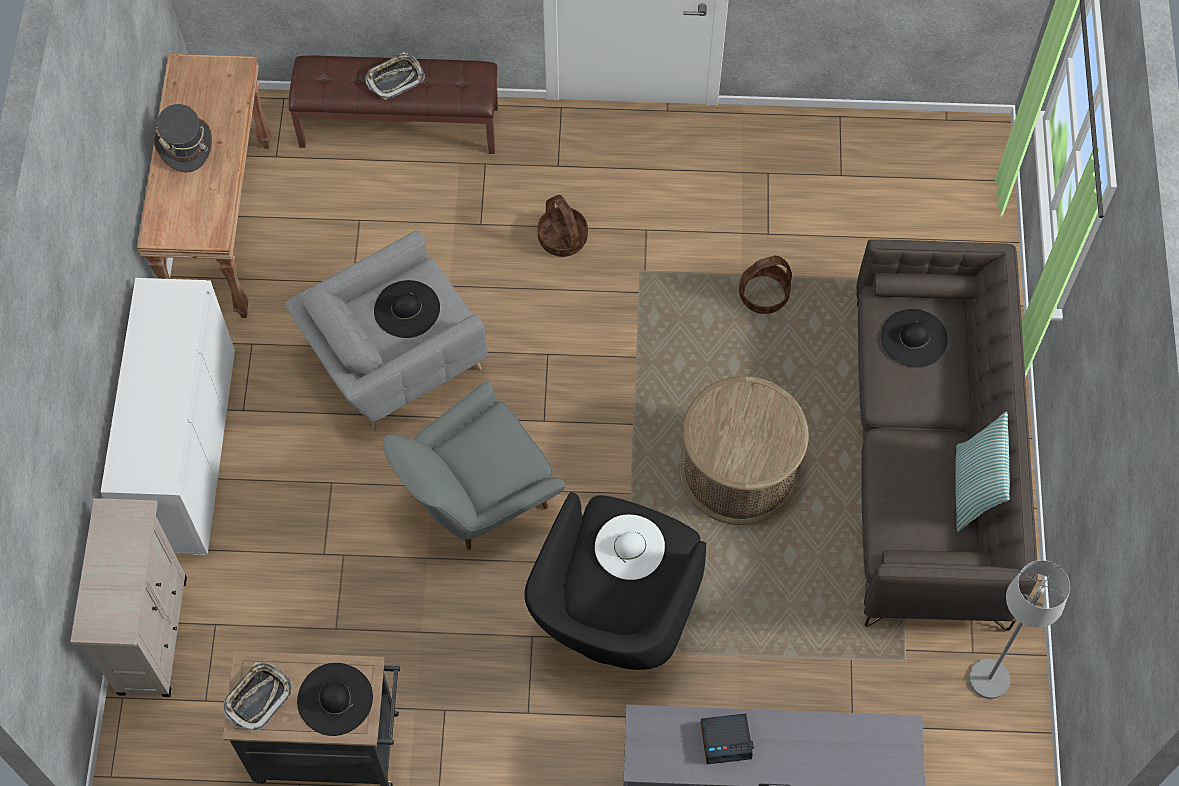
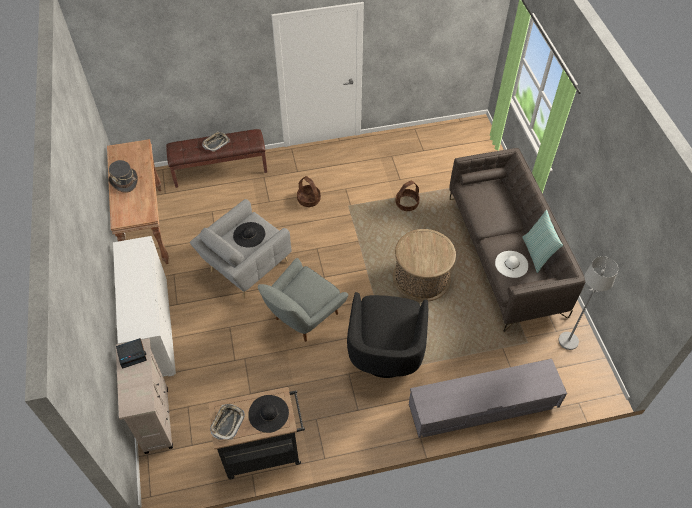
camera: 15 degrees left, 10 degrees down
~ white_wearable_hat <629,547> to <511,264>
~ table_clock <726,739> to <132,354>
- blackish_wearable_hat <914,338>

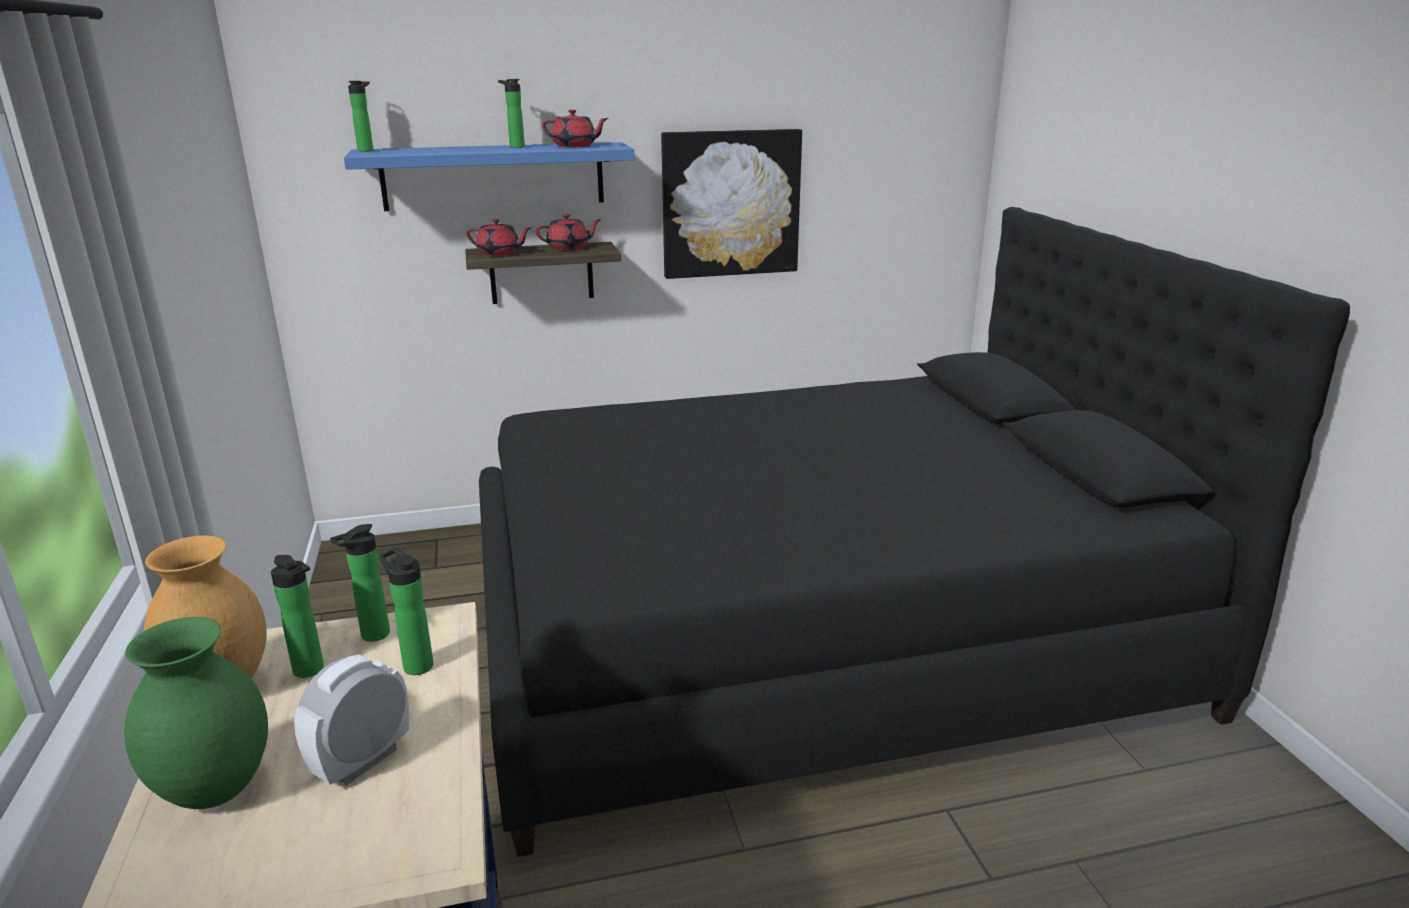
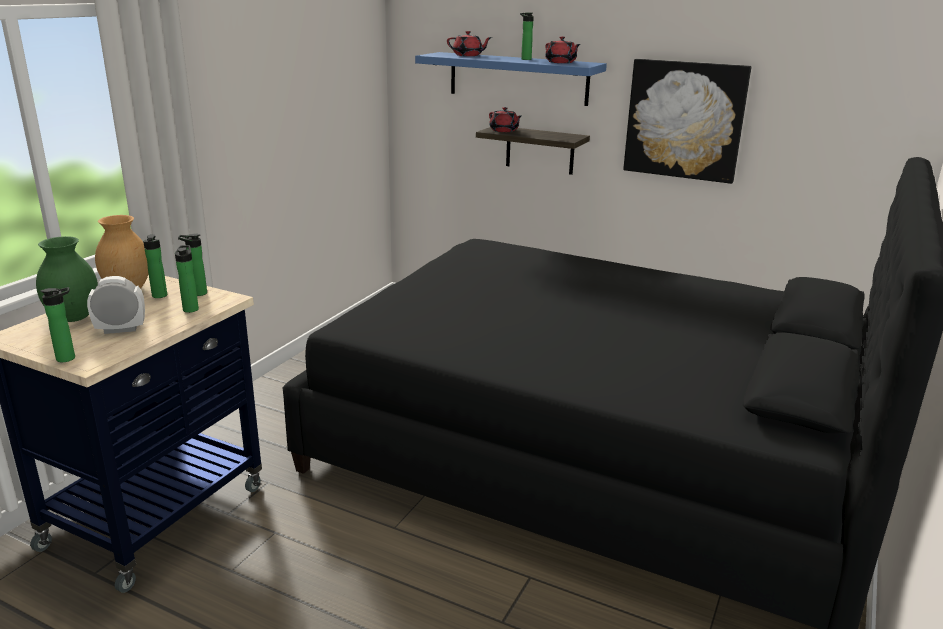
camera: 40 degrees right, 0 degrees up
~ drink_bottle <367,150> to <69,358>
~ reddish_pot_for_tea <569,247> to <468,55>

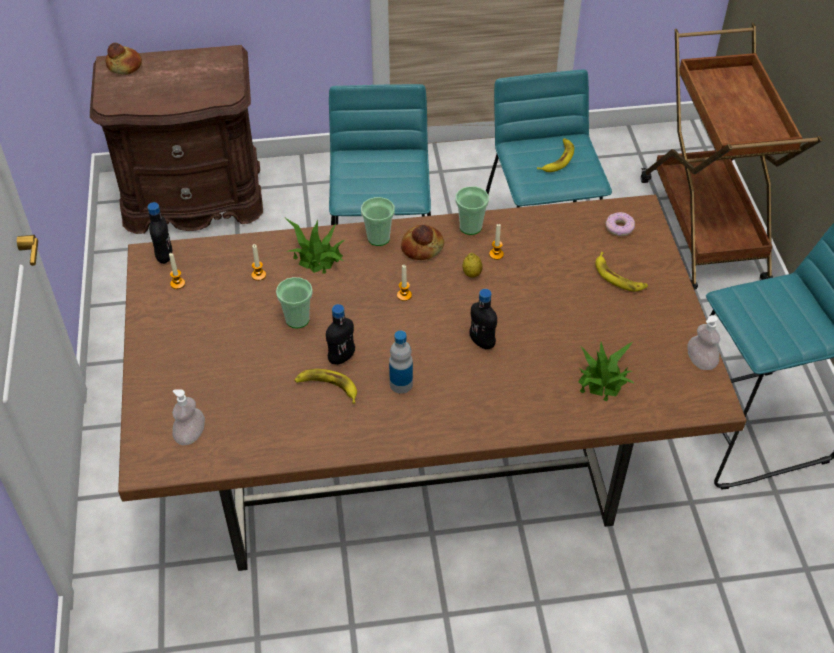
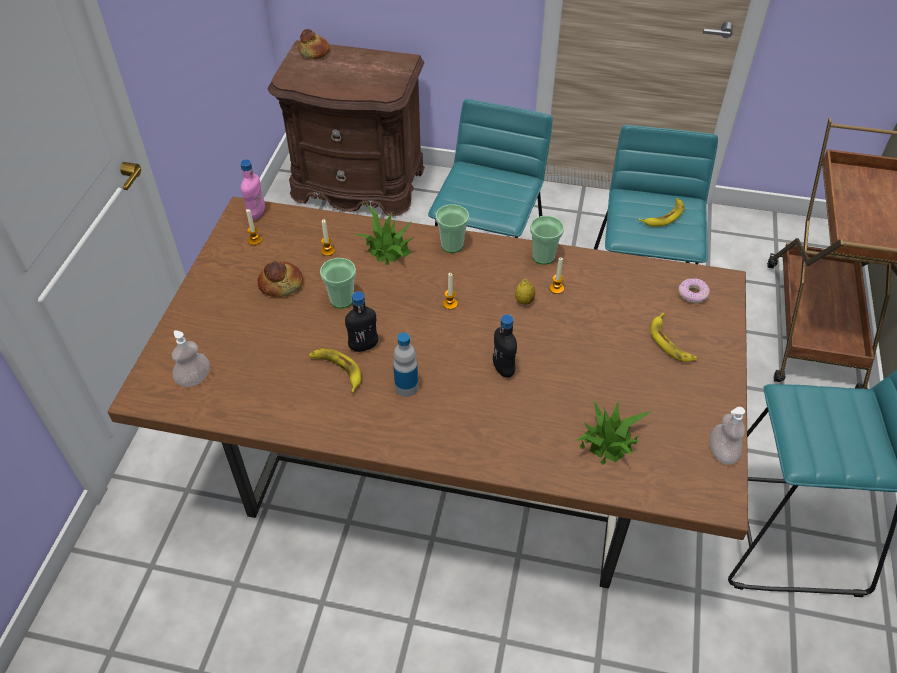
camera: 20 degrees right, 0 degrees up
~ blackish_drink_bottle <164,256> to pink-coloured_drink_bottle <256,214>
~ bread <421,247> to <281,284>

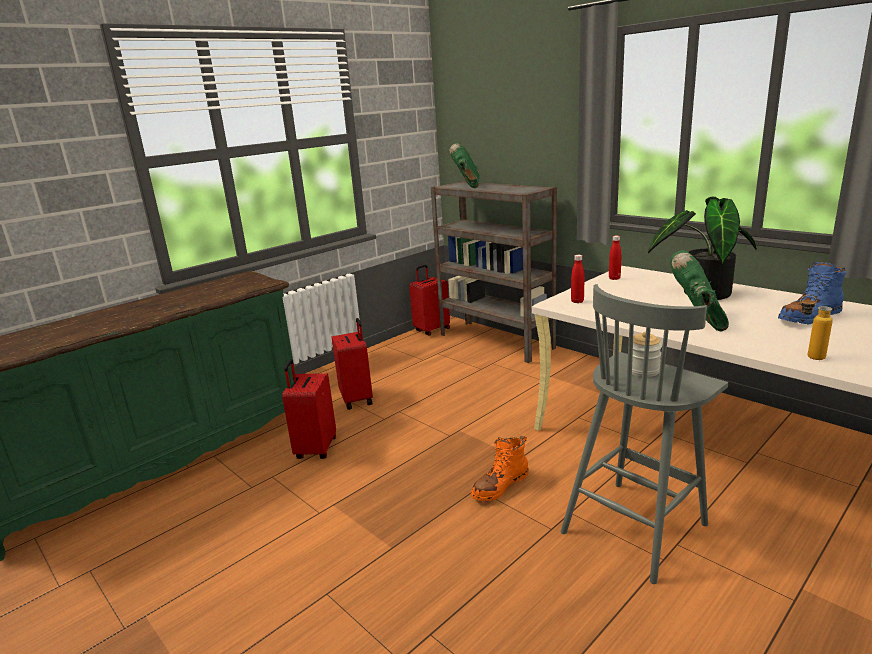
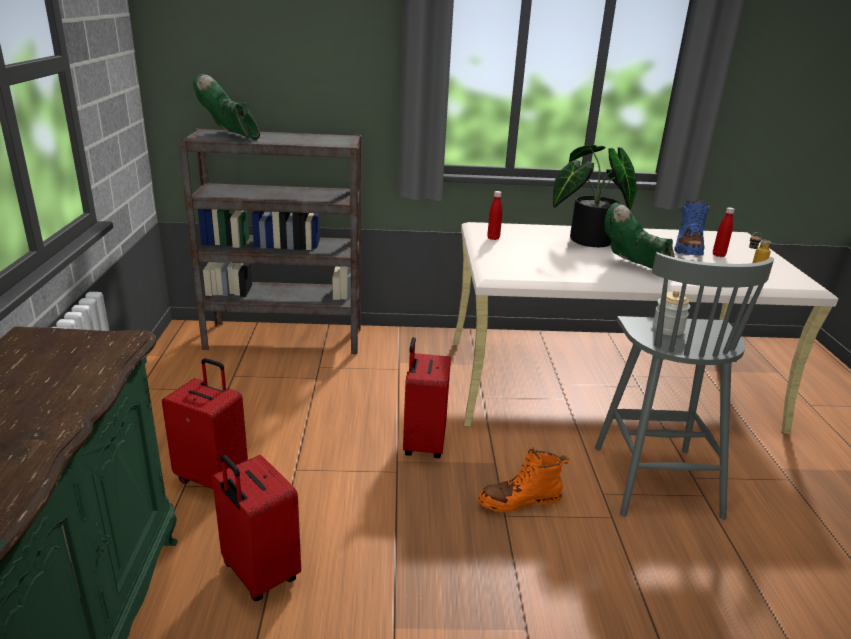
camera: 50 degrees left, 5 degrees up
~ reddish_piece_of_luggage <431,330> to <422,444>
~ orangey_boot <500,486> = <519,500> 75 degrees clockwise
~ reddish_drink_bottle <577,301> to <718,255>

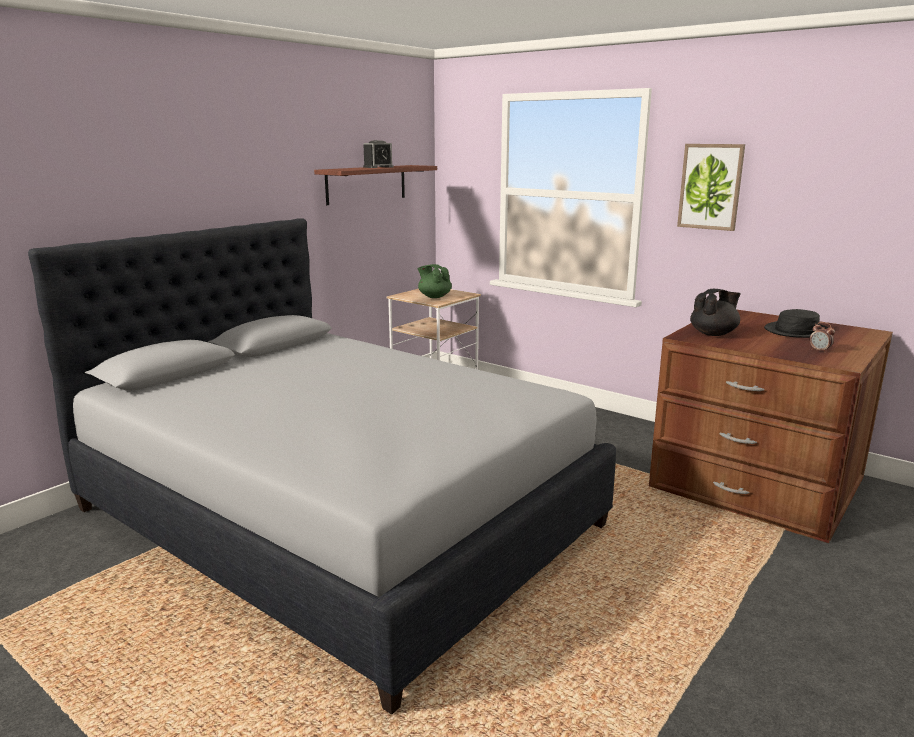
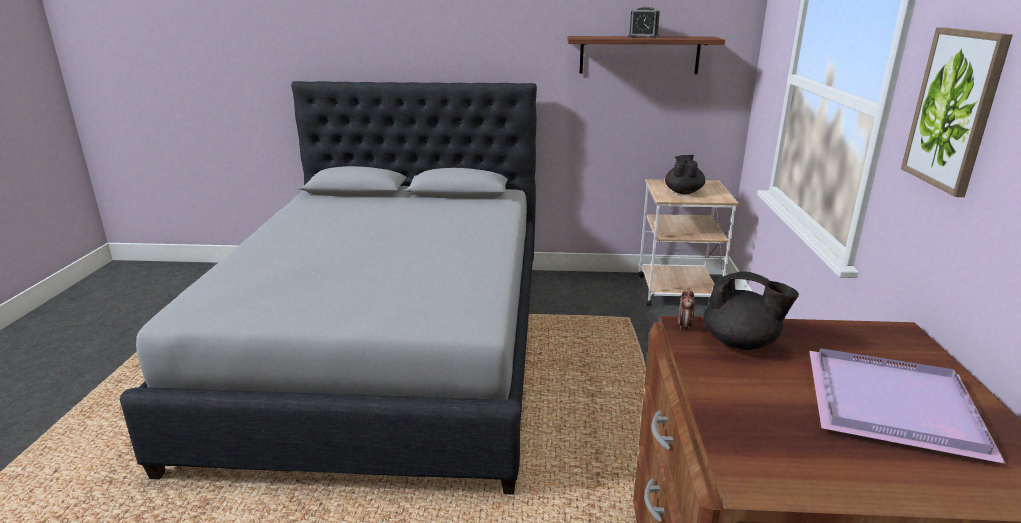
camera: 55 degrees right, 5 degrees up
~ green_pot_for_tea <434,296> to blackish_pot_for_tea <683,192>
~ blackish_wearable_hat <797,331> to purple_serving_tray <896,407>
~ table_clock <820,351> to <684,326>

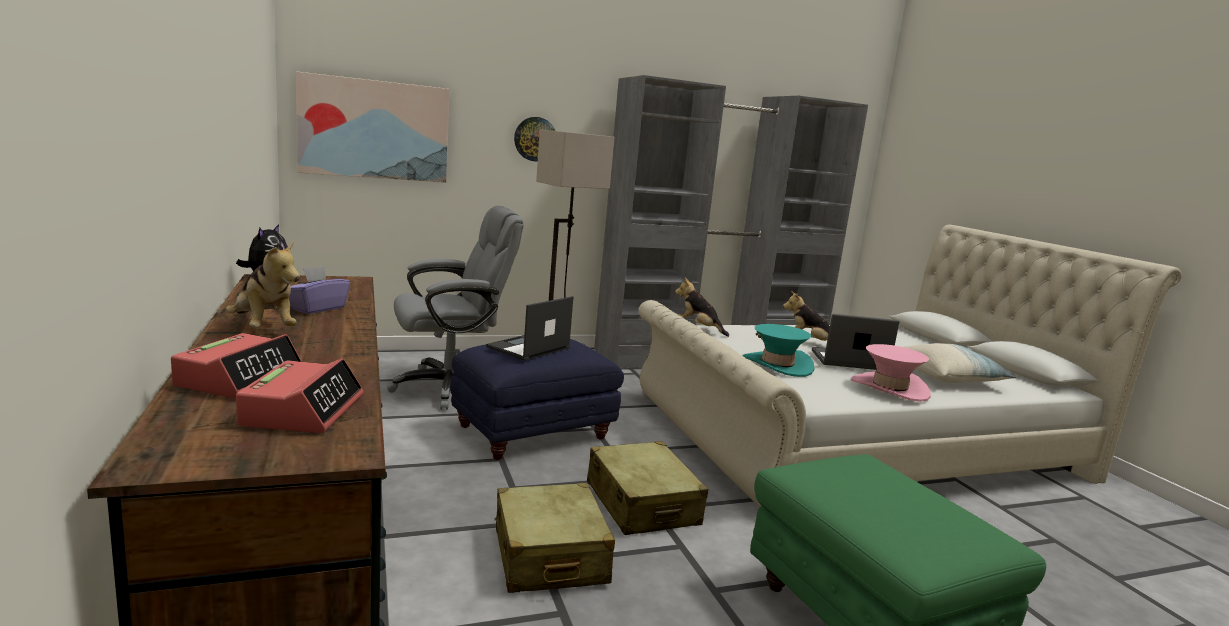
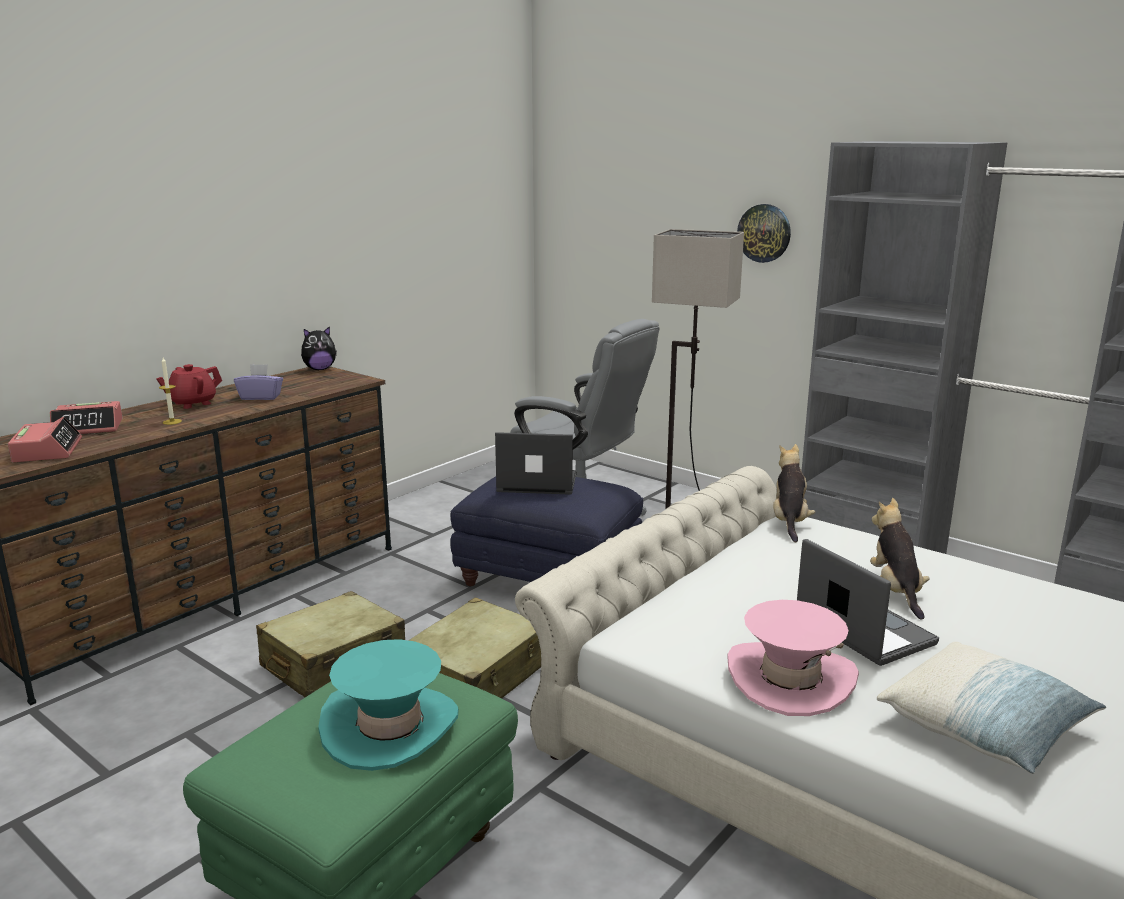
camera: 60 degrees right, 5 degrees up
~ cuddly_toy <263,328> to reddish_pot_for_tea <192,403>
~ table_clock <303,410> = <47,451> 75 degrees counterclockwise
- picture <374,129>
~ turquoise-coloured_wearable_hat <777,365> to <390,726>
+ wax_candle <172,422>

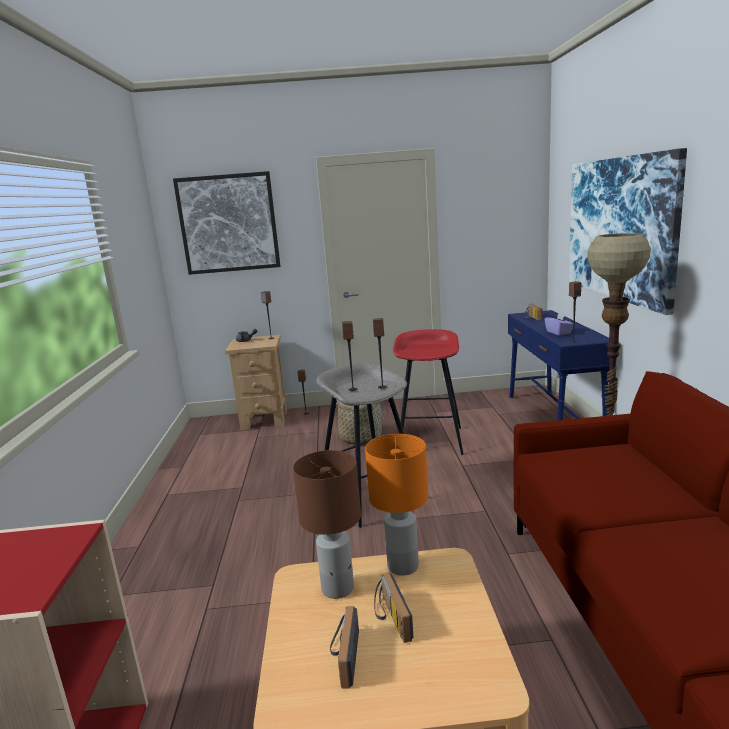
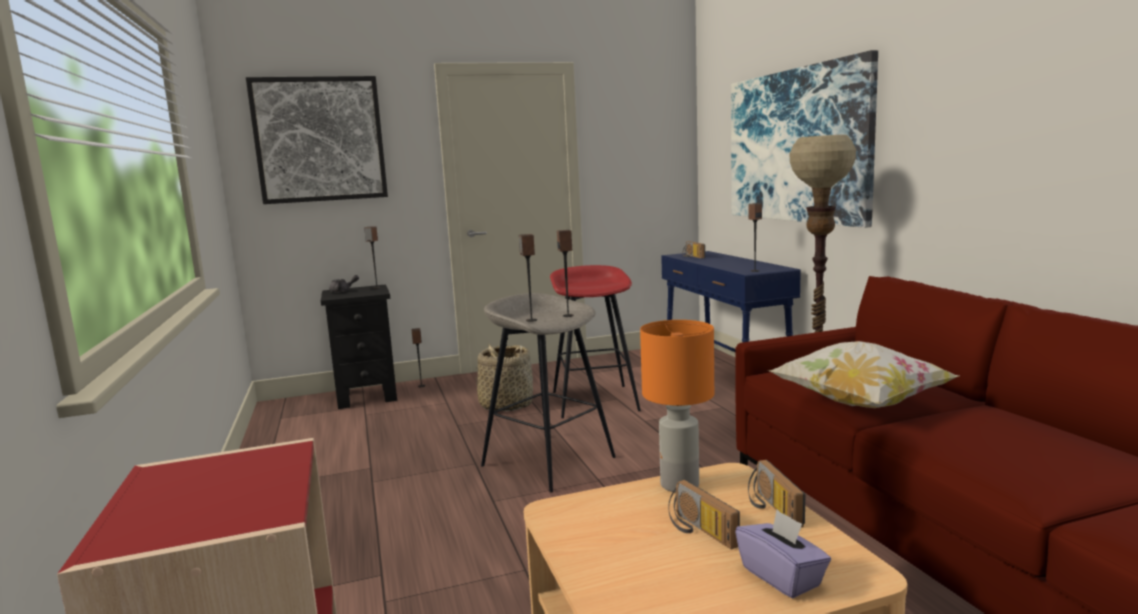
camera: 15 degrees left, 5 degrees down
~ beige-coloured_night_table <265,420> to blackish_night_table <367,396>
- brown-coloured_lamp_for_a_table <338,588>
~ radio <342,656> to <771,508>
~ purple_box_of_tissues <558,333> to <782,576>
+ cushion <859,404>

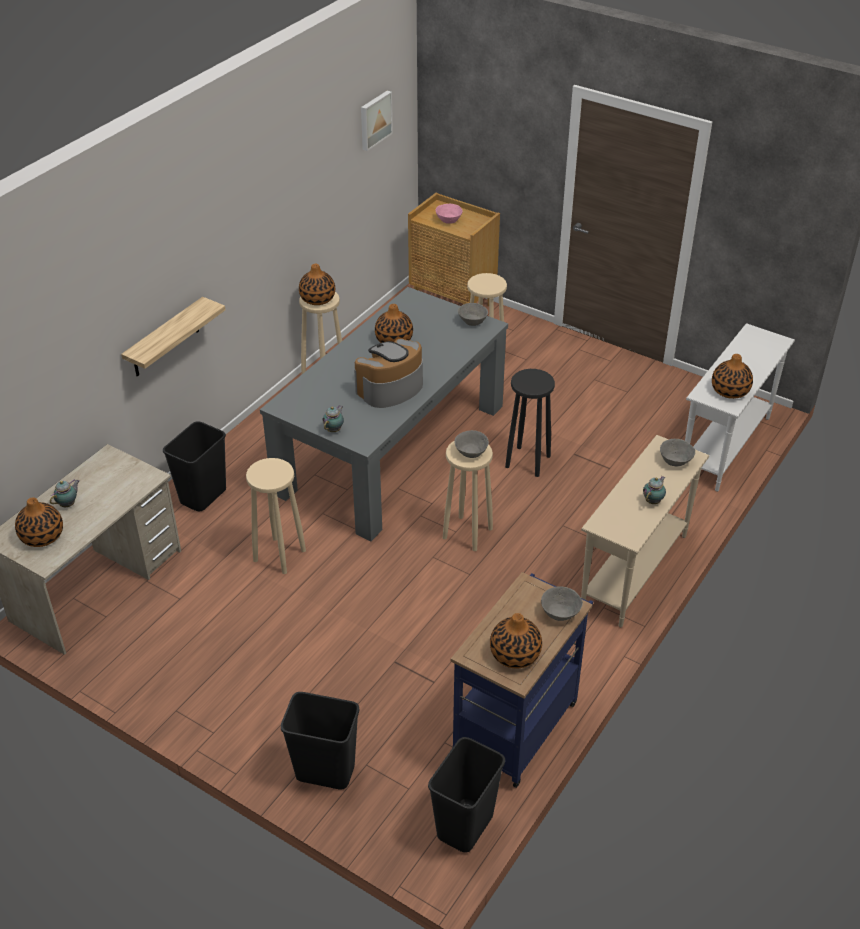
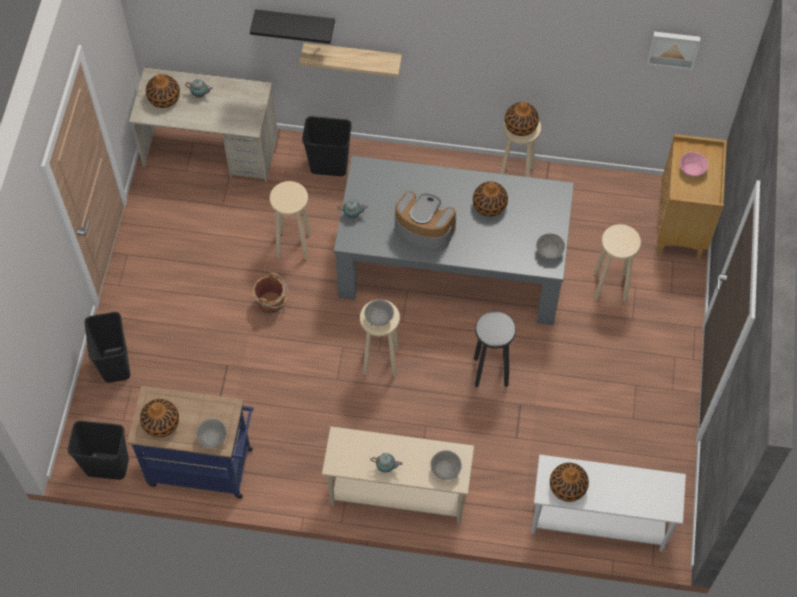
camera: 65 degrees right, 20 degrees up
+ blackish_shelf <295,23>
+ brown-coloured_bucket <272,304>

